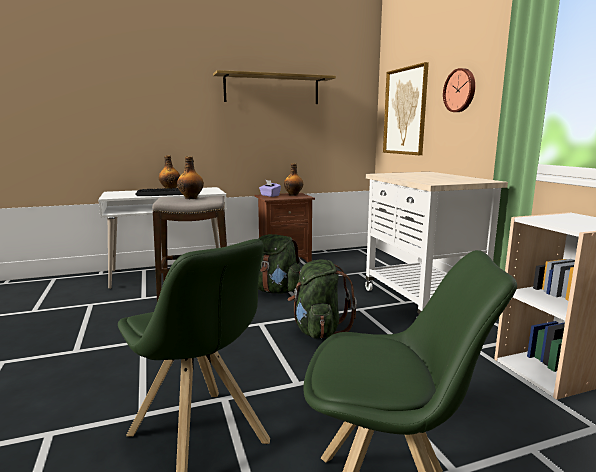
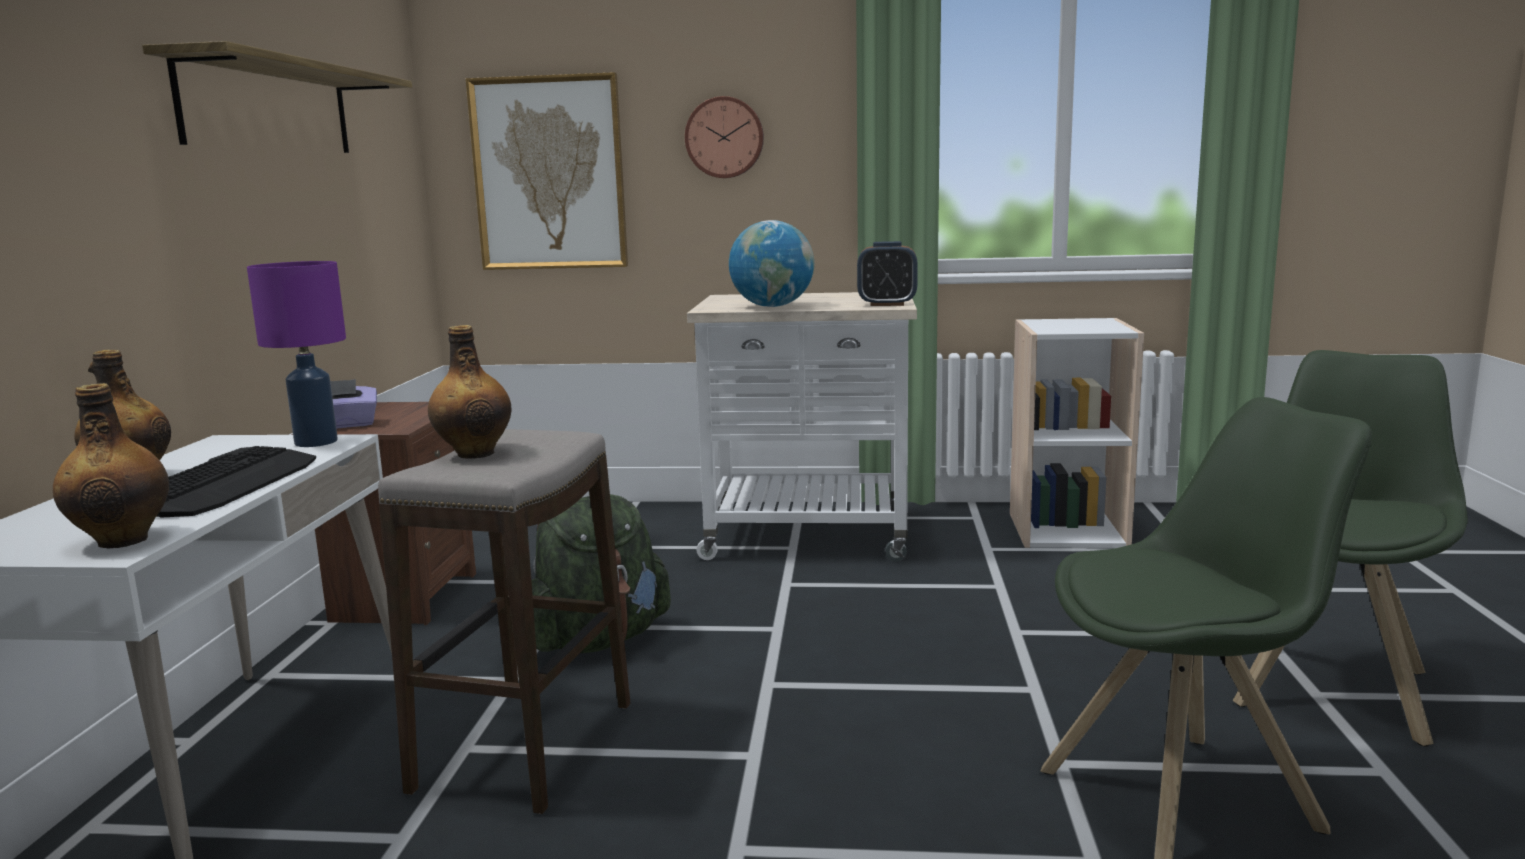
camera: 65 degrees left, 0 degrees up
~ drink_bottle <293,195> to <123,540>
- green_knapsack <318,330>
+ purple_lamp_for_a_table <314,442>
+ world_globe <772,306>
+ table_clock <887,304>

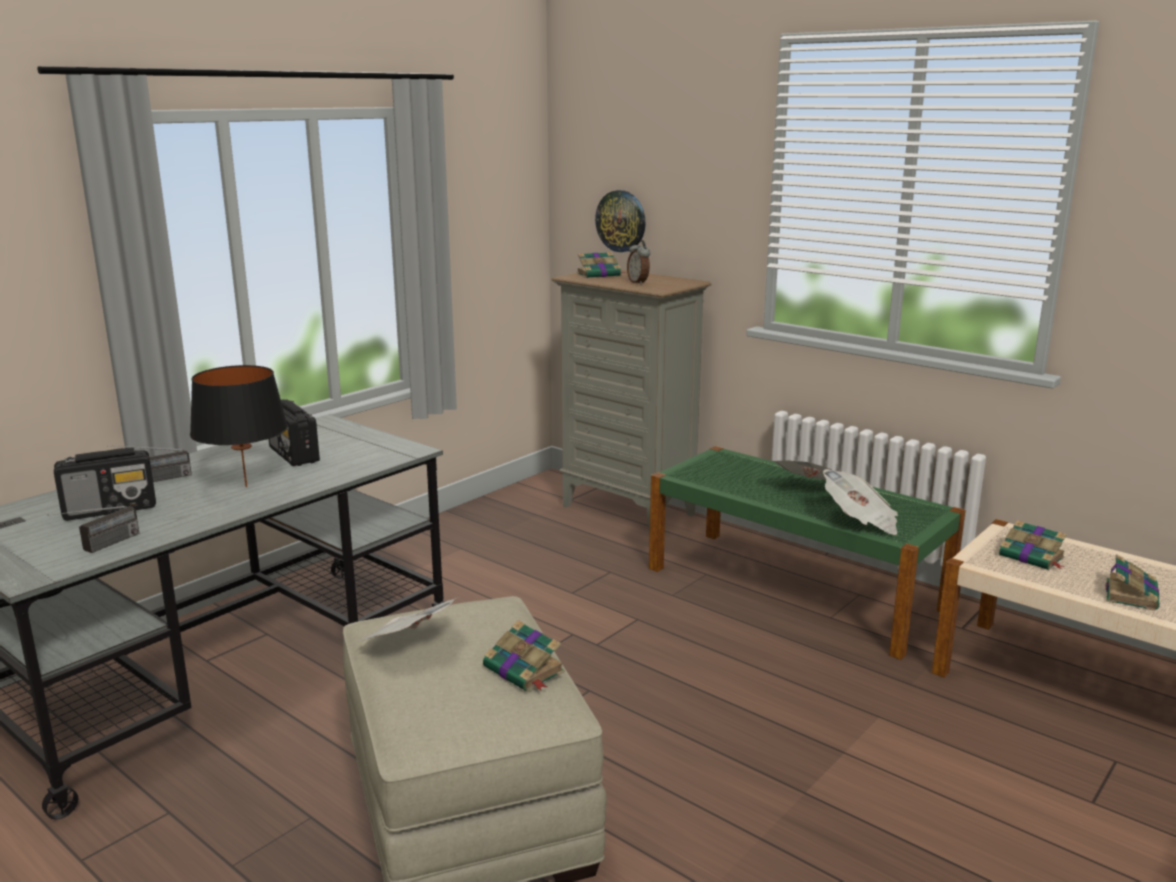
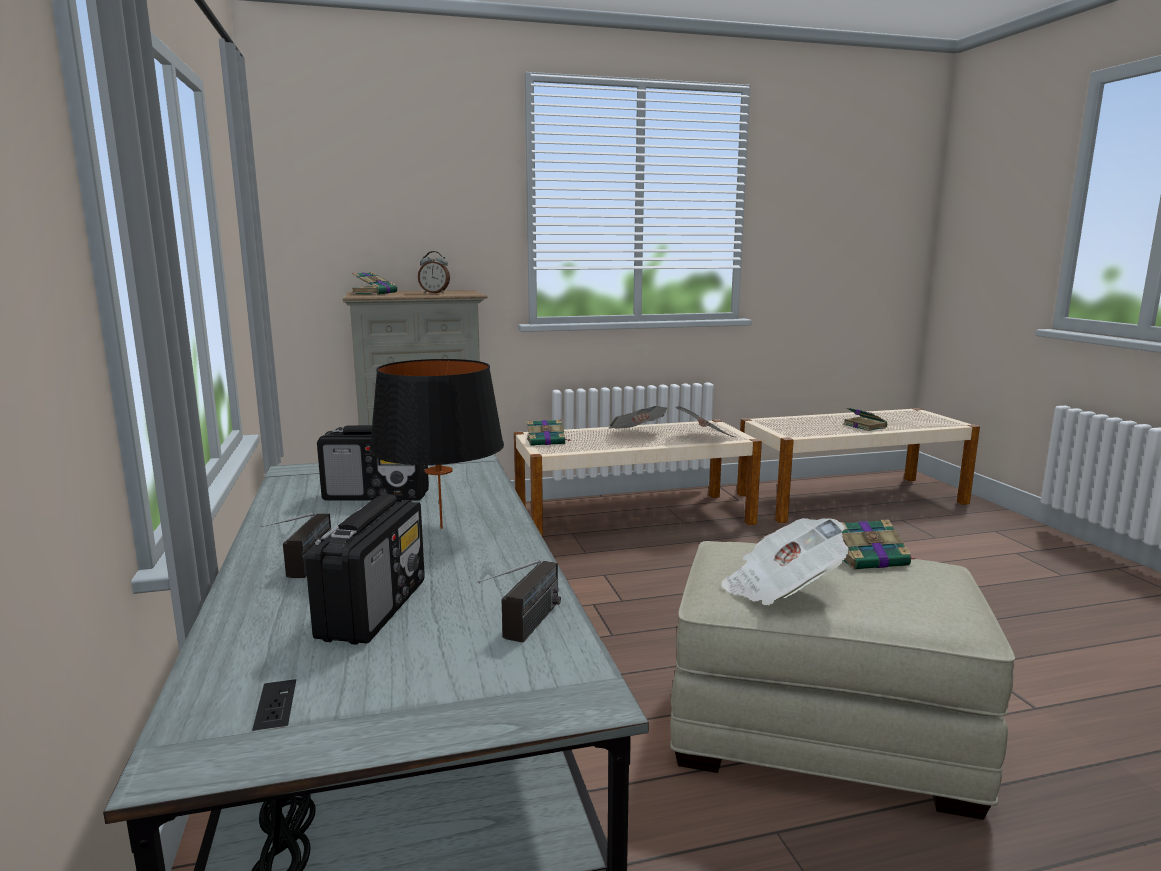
camera: 55 degrees left, 5 degrees down
~ radio <99,547> = <524,631> 45 degrees clockwise
- clock_on_the_wall <621,221>
~ green_indoor_bench <795,588> to beige-coloured_indoor_bench <633,518>
~ bound_book <1032,557> to <547,441>

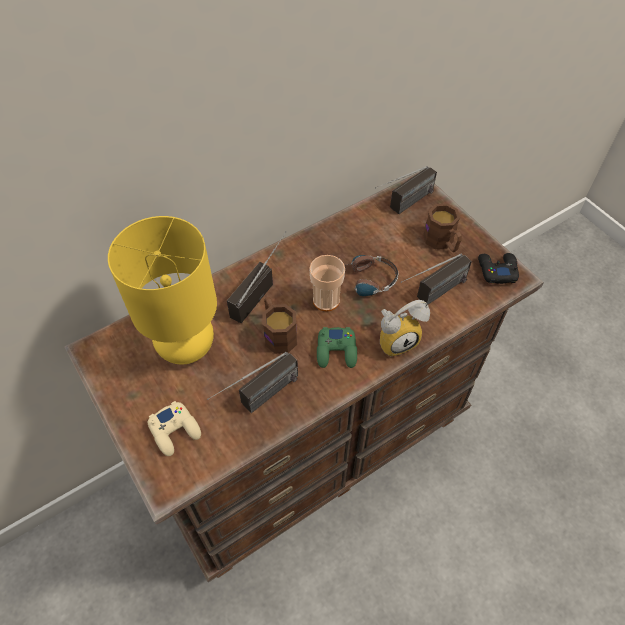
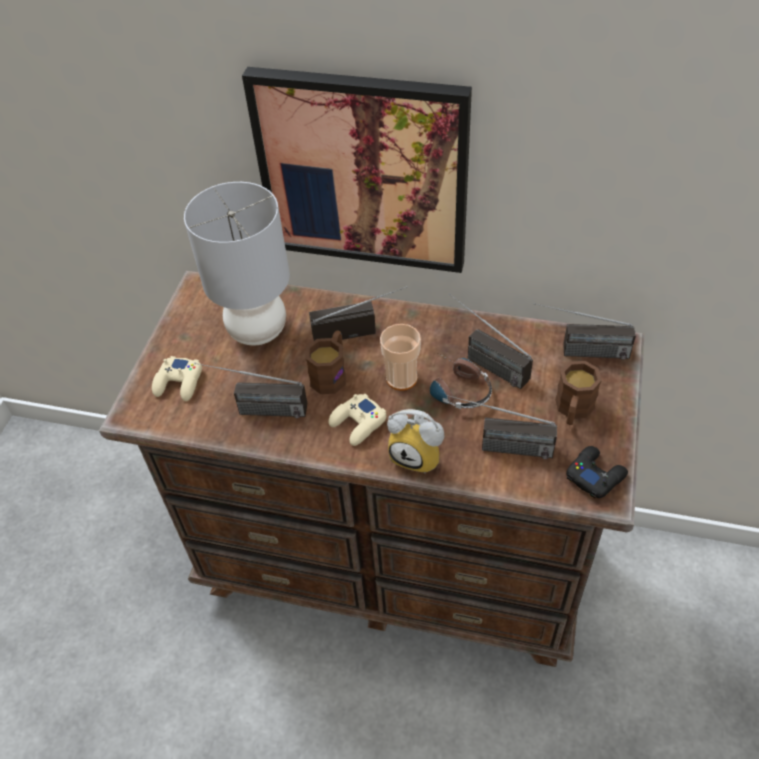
camera: 50 degrees right, 5 degrees down
~ yellow-coloured_lamp_for_a_table <187,345> to gray_lamp_for_a_table <258,331>
~ green_gamepad <337,351> to beige-coloured_gamepad <358,423>
+ picture <363,171>
+ radio <482,361>

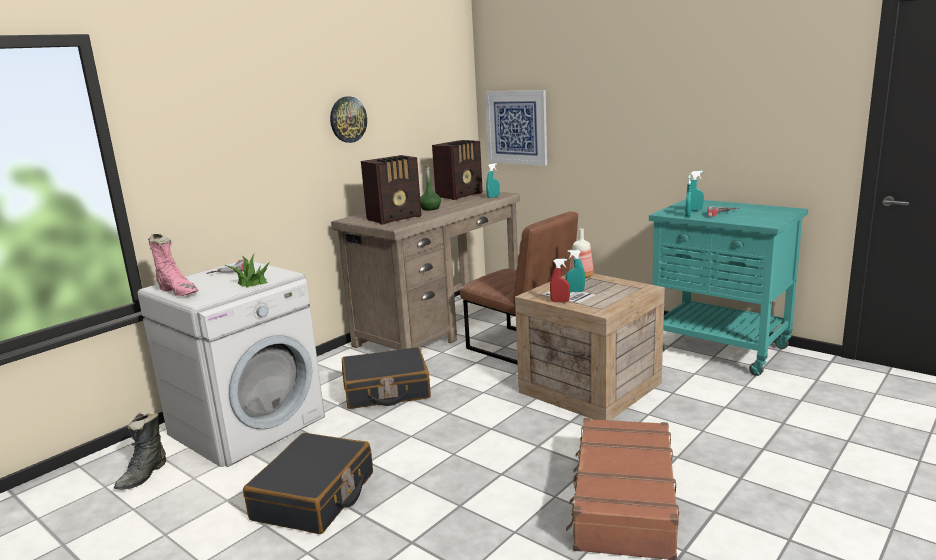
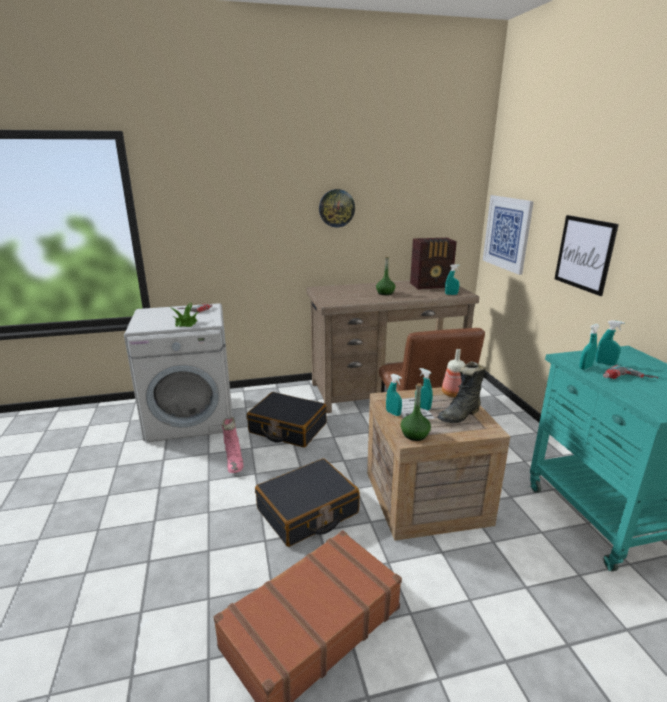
camera: 35 degrees right, 5 degrees up
~ blackish_boot <144,475> to <460,415>
~ pink-coloured_boot <178,291> to <234,461>
~ blackish_piece_of_luggage <314,497> to <308,512>
- radio <395,218>
~ reddish_spray_bottle <560,301> to turquoise-coloured_spray_bottle <393,413>
+ green_drink_bottle <414,435>
+ picture <584,254>

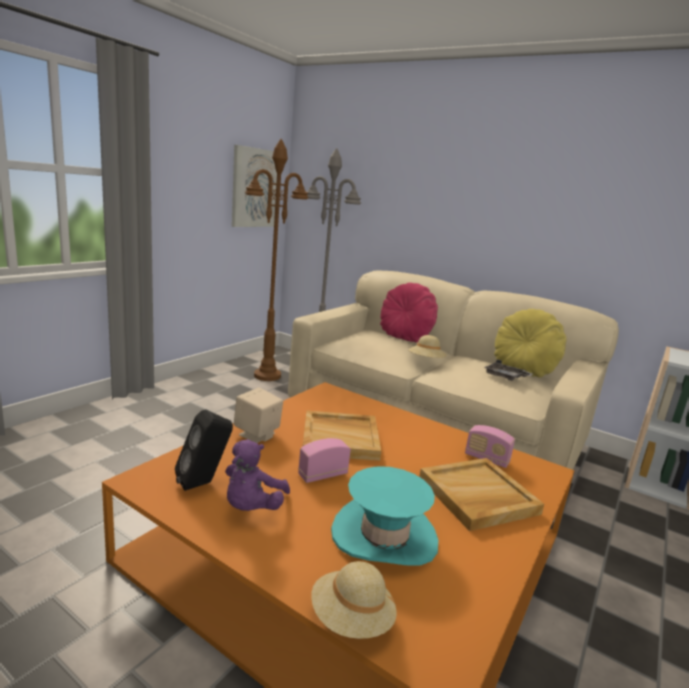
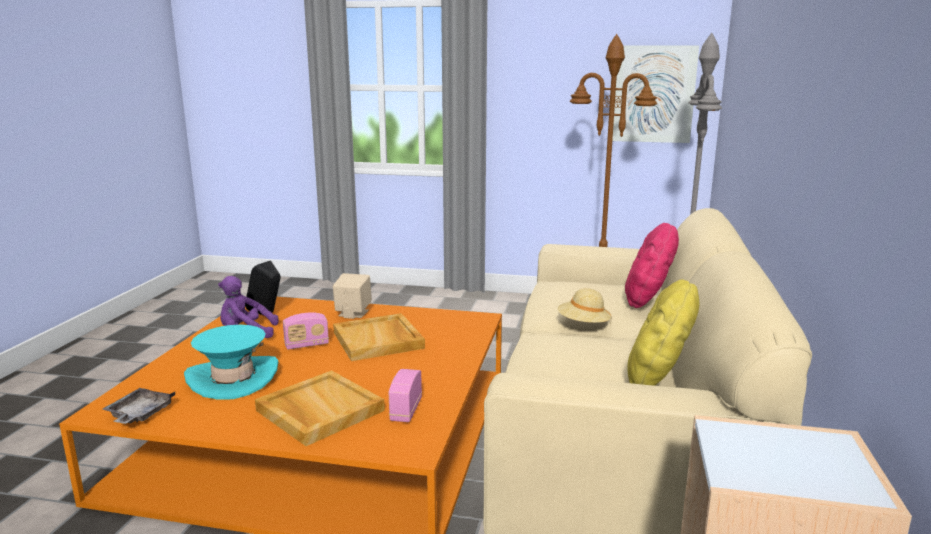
camera: 70 degrees right, 0 degrees up
~ radio <322,475> = <306,345> 120 degrees clockwise
- beige-coloured_wearable_hat <351,619>
~ gray_serving_tray <505,377> to <139,414>

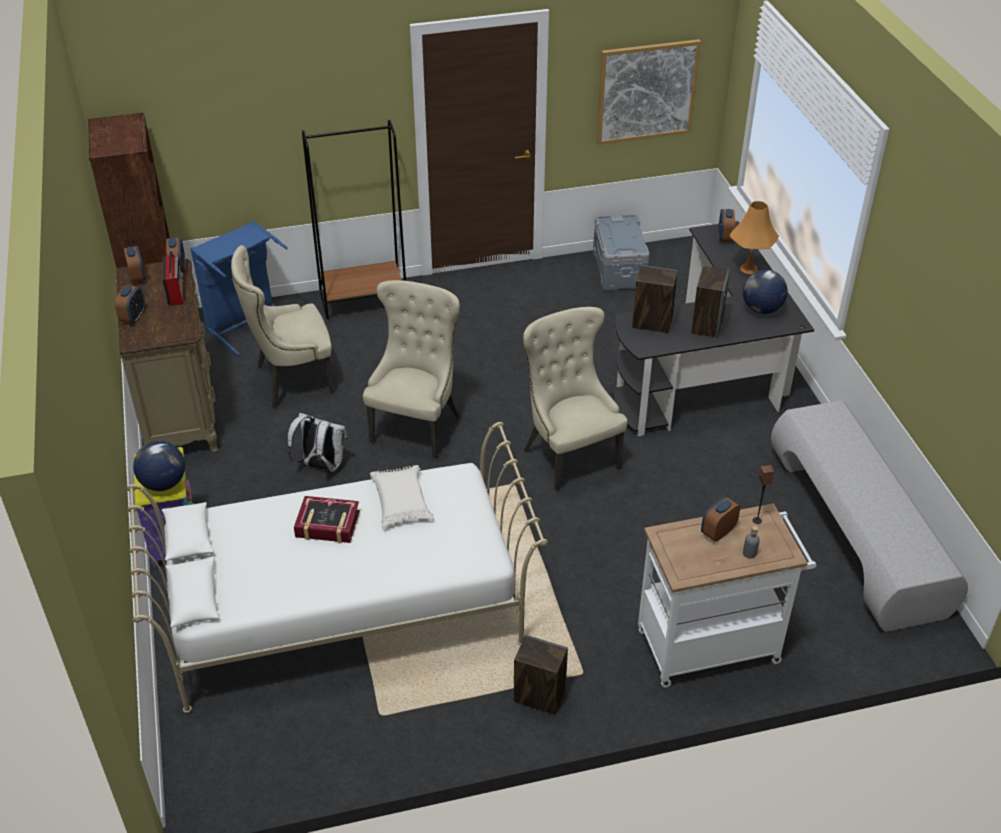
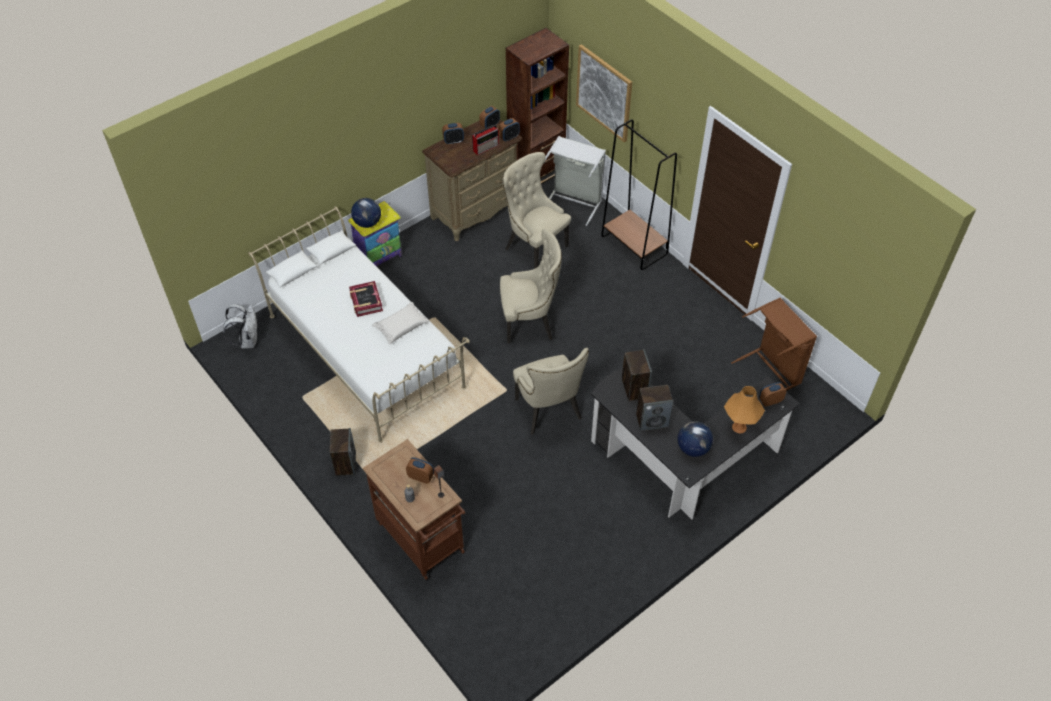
camera: 65 degrees right, 10 degrees up
~ blue-coloured_laundry_basket <247,323> to gray_laundry_basket <574,202>
~ white_knapsack <321,466> to <247,340>
~ beige-coloured_plain_chair <570,457> = <548,411> 120 degrees clockwise
~ gray_storage_bin <620,269> to brown-coloured_laundry_basket <771,370>
~ picture <646,91> to <604,93>
~ white_cart <712,646> to brown-coloured_cart <422,539>
- gray_indoor_bench <857,530>

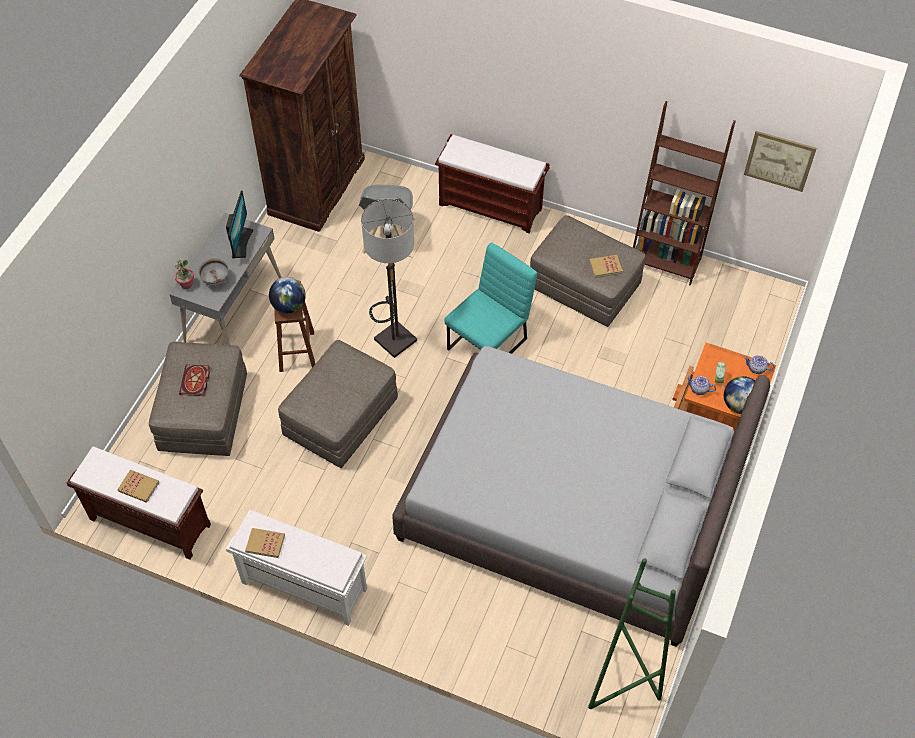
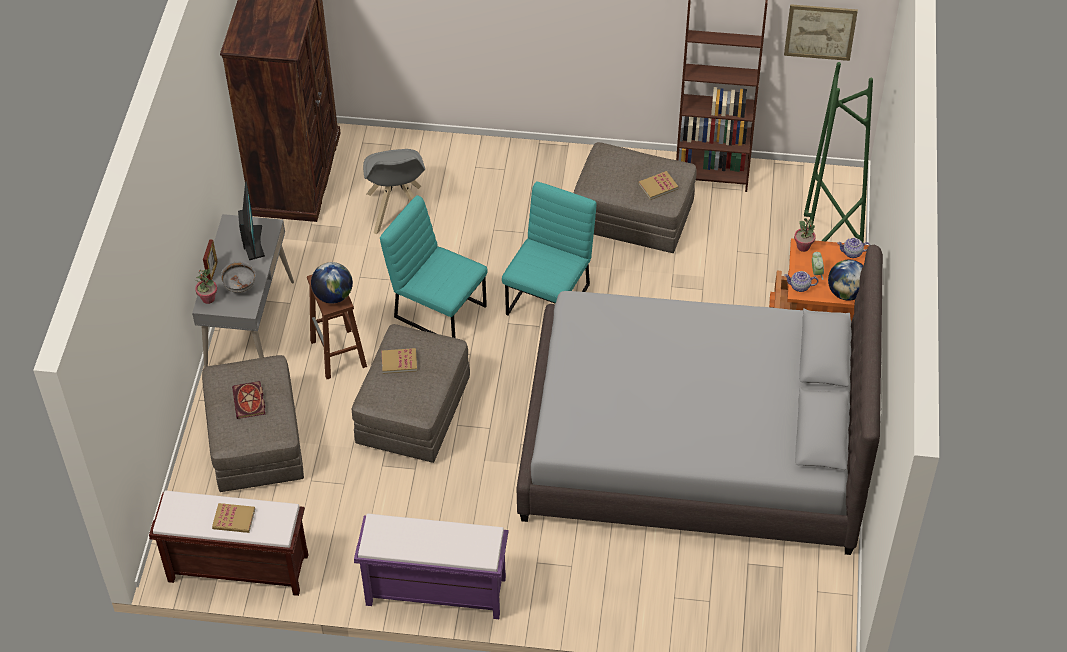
camera: 15 degrees left, 5 degrees down
~ white_indoor_bench <303,586> to purple_indoor_bench <434,592>
~ bound_book <265,543> to <399,362>
~ standard_lamp <392,332> to turquoise-coloured_plain_chair <438,310>
- brown-coloured_indoor_bench <491,206>
~ green_clothes_rack <620,684> to <823,242>
+ picture_frame <212,271>
+ potted_plant <803,246>

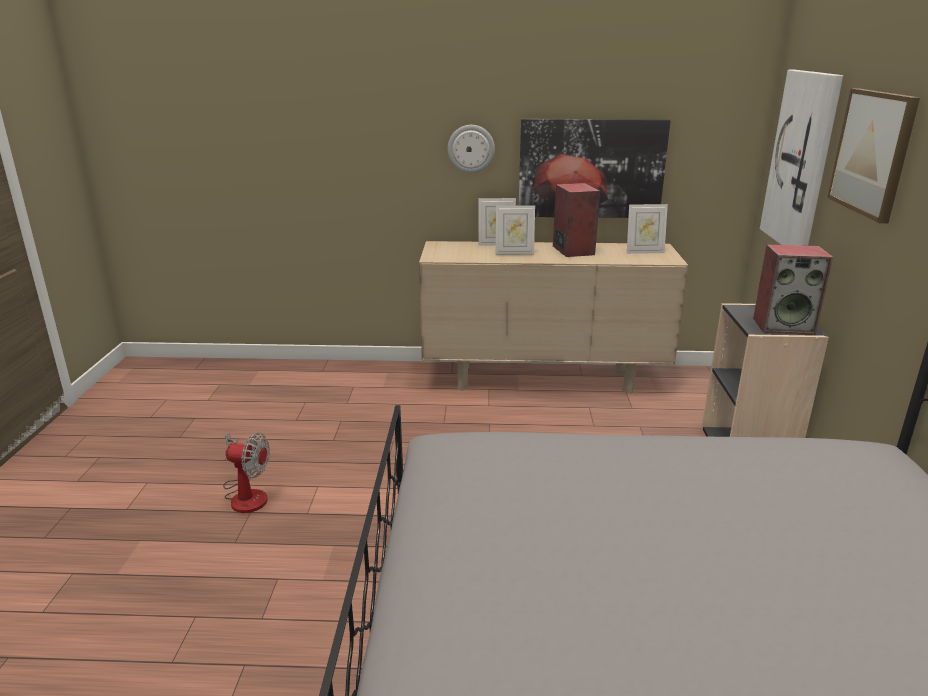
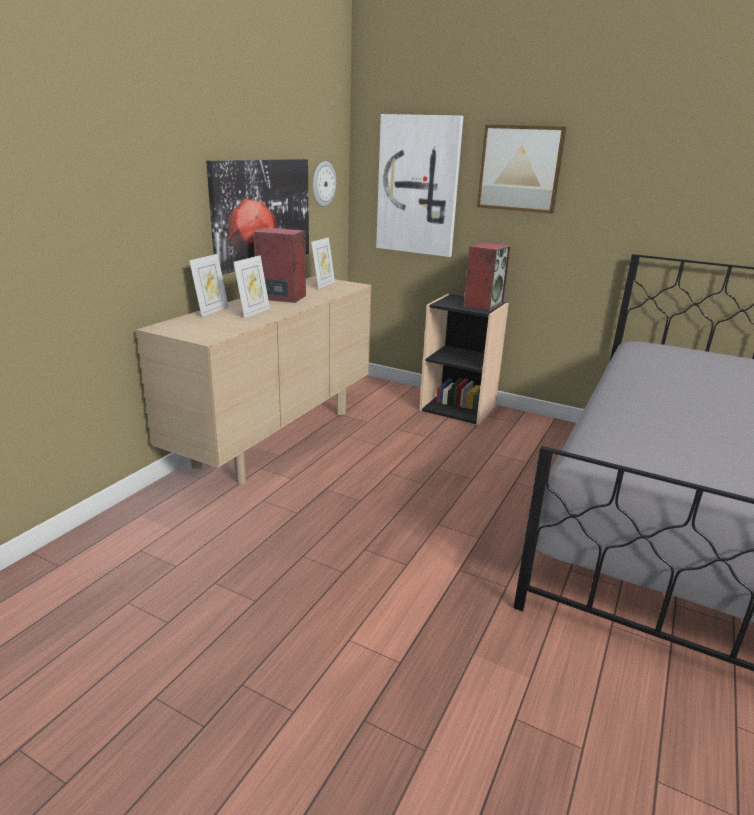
camera: 65 degrees left, 0 degrees up
- electric_fan <246,494>
~ clock_on_the_wall <471,148> to <323,184>

